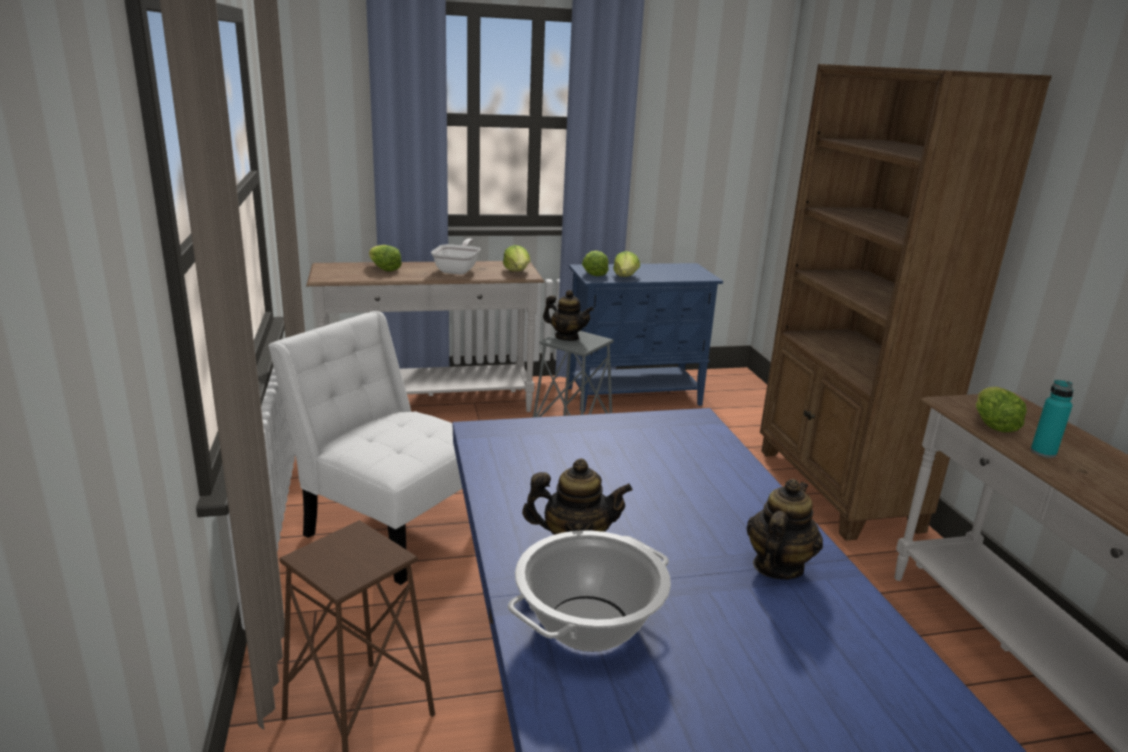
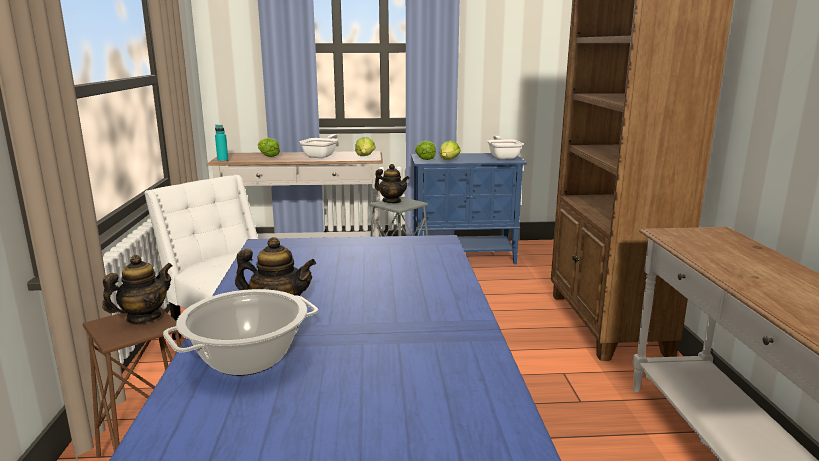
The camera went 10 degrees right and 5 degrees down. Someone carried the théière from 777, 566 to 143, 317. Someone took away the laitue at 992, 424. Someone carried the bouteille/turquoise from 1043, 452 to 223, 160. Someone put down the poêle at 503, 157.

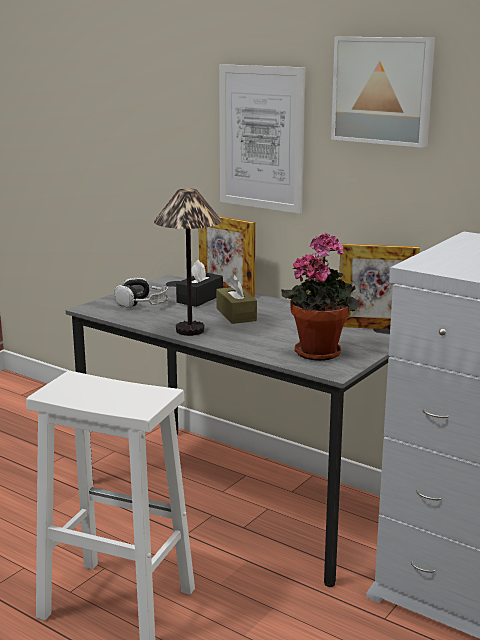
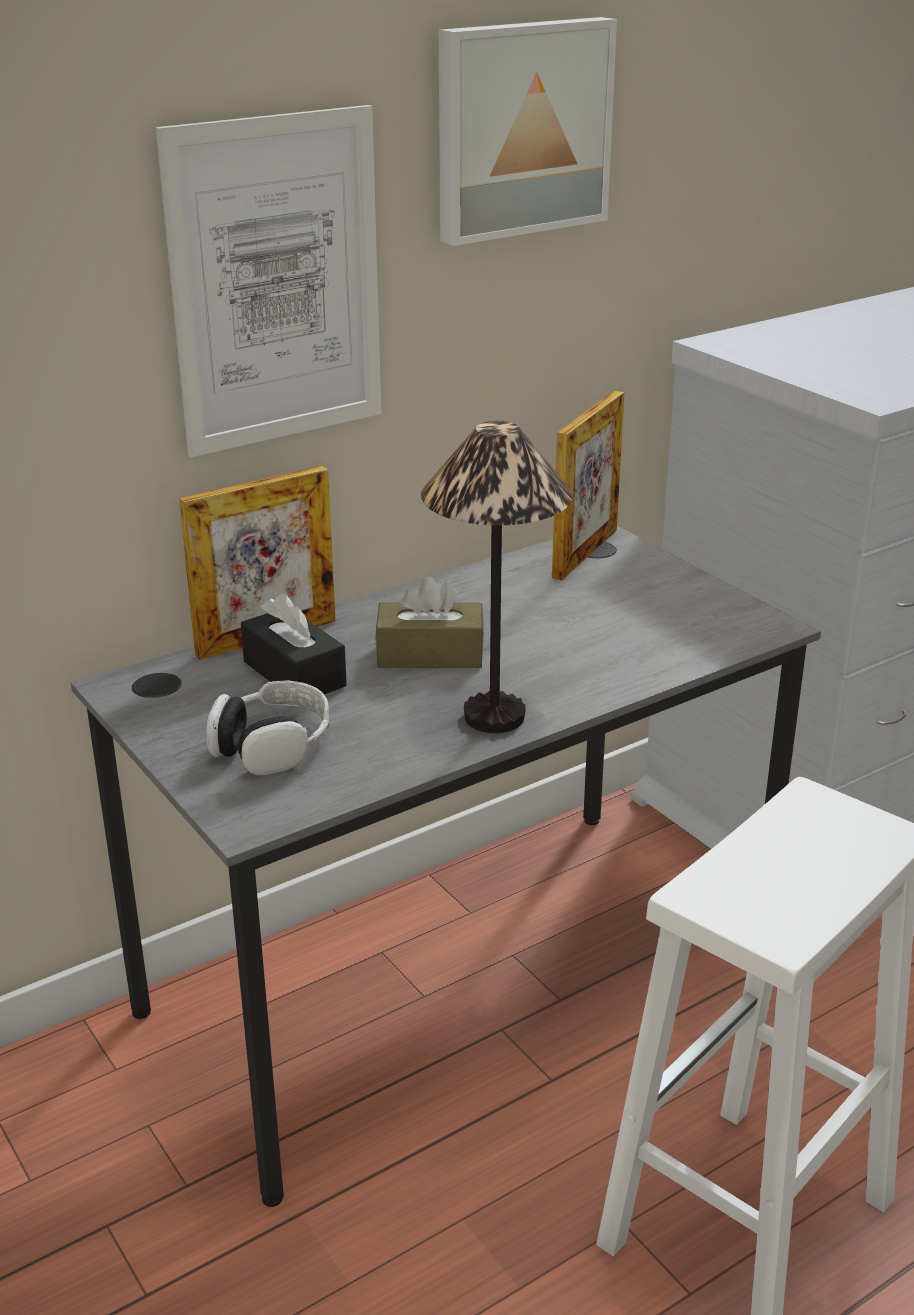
The camera went 70 degrees left and 10 degrees up. Someone took away the plante en pot at 319, 351.

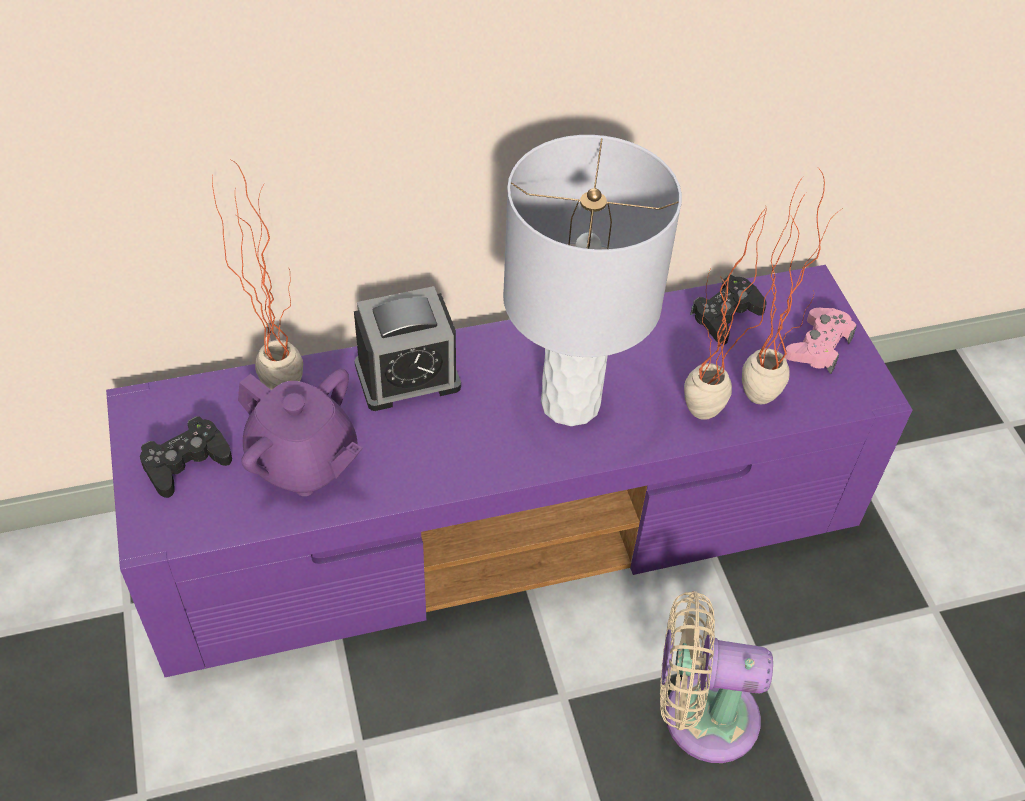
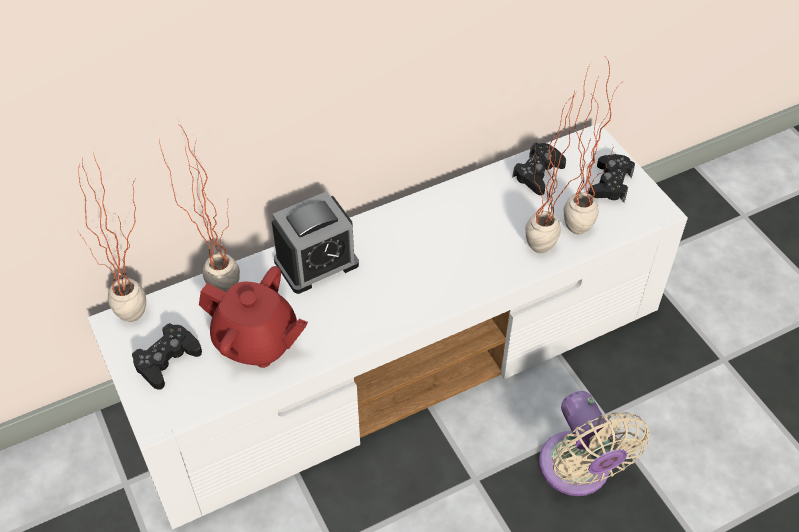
The camera went 10 degrees left and 0 degrees up. Someone repainted the meuble télé/violet at 509, 522, which became the meuble télé/blanc at 401, 359. Someone repainted the théière/violet at 304, 462, which became the théière/rouge at 257, 342. Someone took away the lampe de table/gris at 570, 404. Someone rotated the ventilateur/beige at 700, 715 by 105 degrees counterclockwise. Someone repainted the manette/rose at 818, 346, which became the manette/noir at 610, 184. Someone put down the plante en pot at 143, 318.

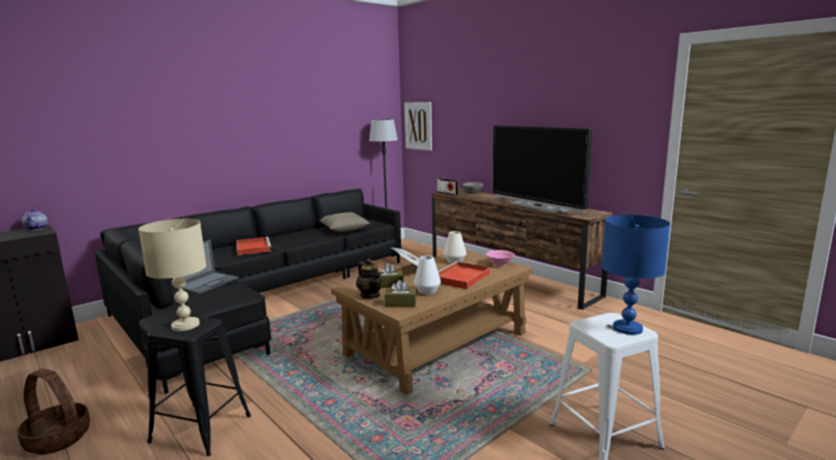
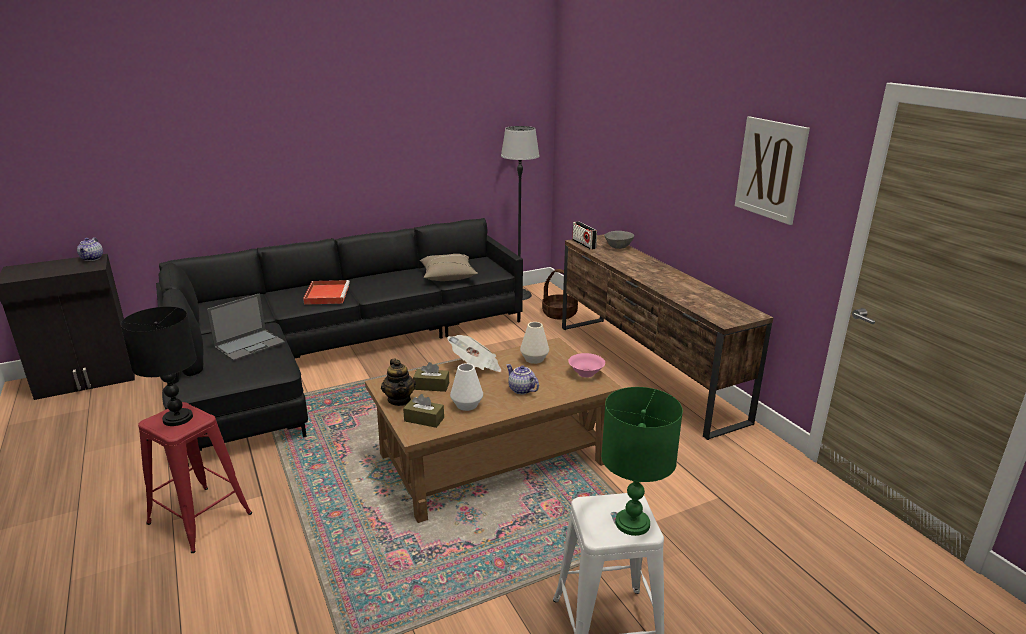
The camera went 15 degrees right and 10 degrees up. Someone carried the panier from 57, 439 to 559, 313. Someone repainted the lampe de table/beige at 185, 325, which became the lampe de table/noir at 177, 418. Someone repainted the tabouret/noir at 201, 428, which became the tabouret/rouge at 200, 518. Someone carried the tableau from 418, 126 to 770, 169. Someone swapped the plateau/rouge at 461, 278 for the théière at 521, 390. Someone took away the téléviseur at 537, 207. Someone repainted the lampe de table/bleu at 627, 328, which became the lampe de table/vert at 632, 523.

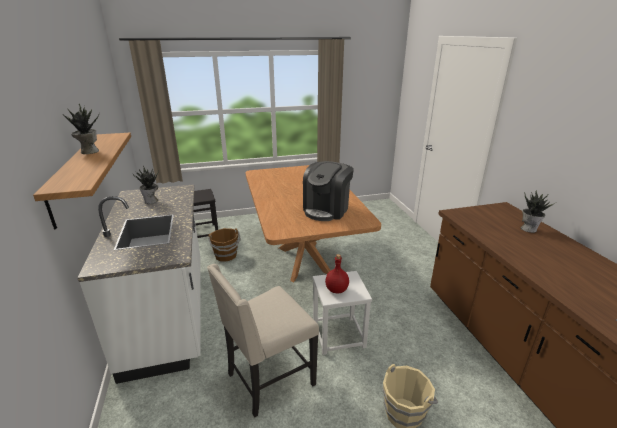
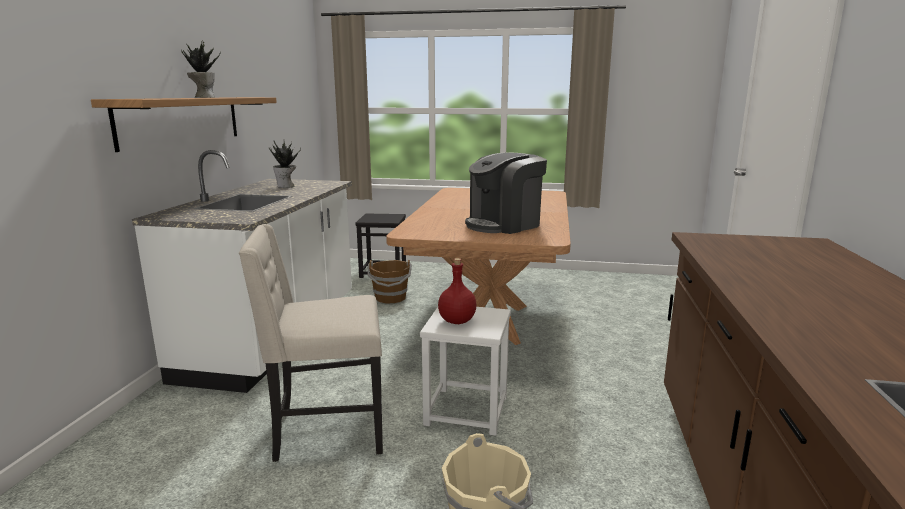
The camera went 25 degrees right and 10 degrees down. Someone took away the plante en pot at 529, 229.

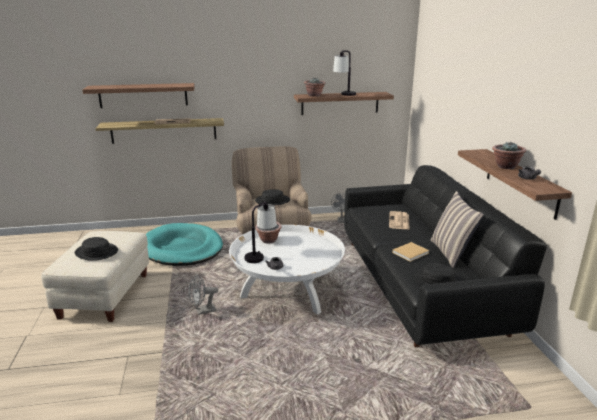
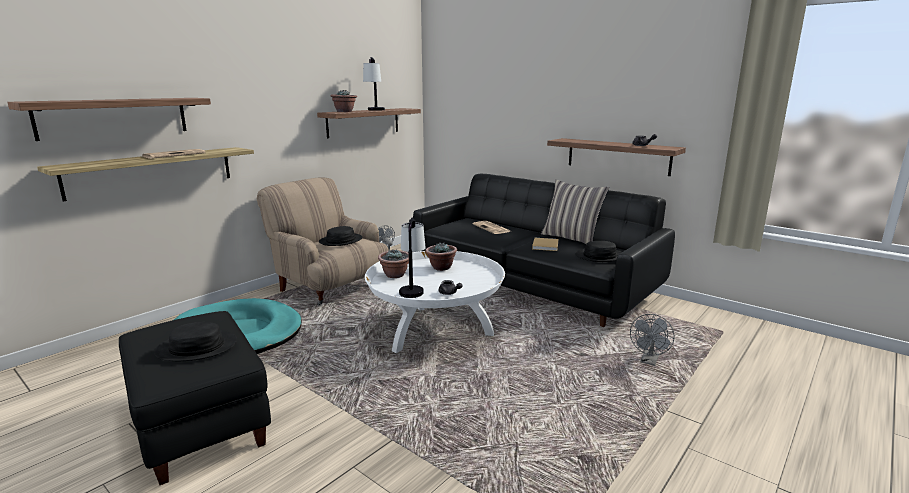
The camera went 40 degrees left and 5 degrees down. Someone repainted the pouf/beige at 104, 295, which became the pouf/noir at 198, 423. Someone carried the ventilateur/gris from 202, 311 to 649, 361. Someone carried the plante en pot from 505, 166 to 441, 267.

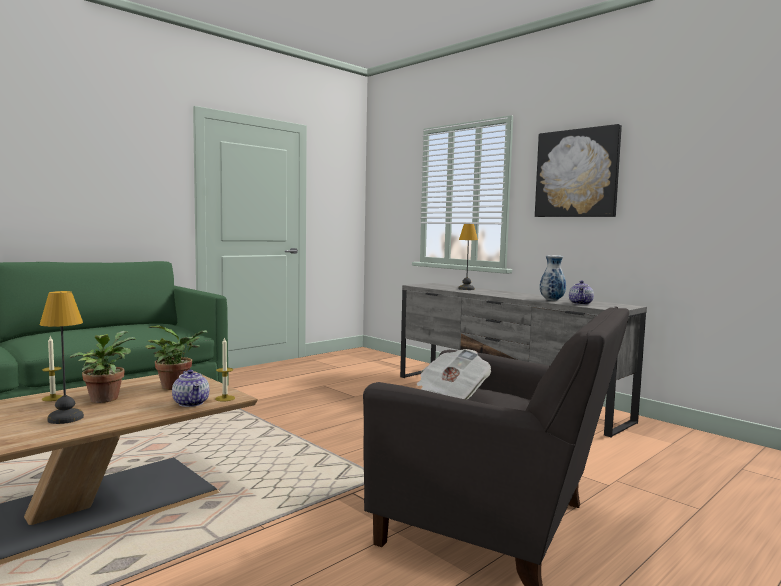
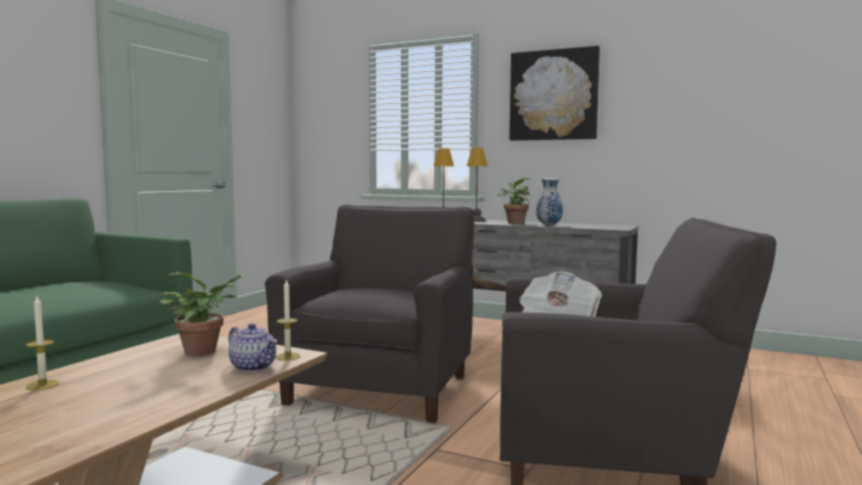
The camera went 20 degrees left and 0 degrees up. Someone carried the lampe de table from 67, 418 to 476, 220. Someone carried the plante en pot from 105, 398 to 514, 223. Someone took away the théière at 581, 303. Someone put down the fauteuil/gris at 382, 386.

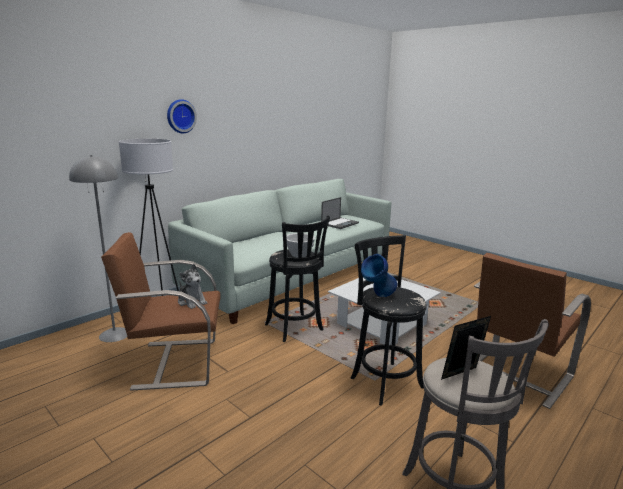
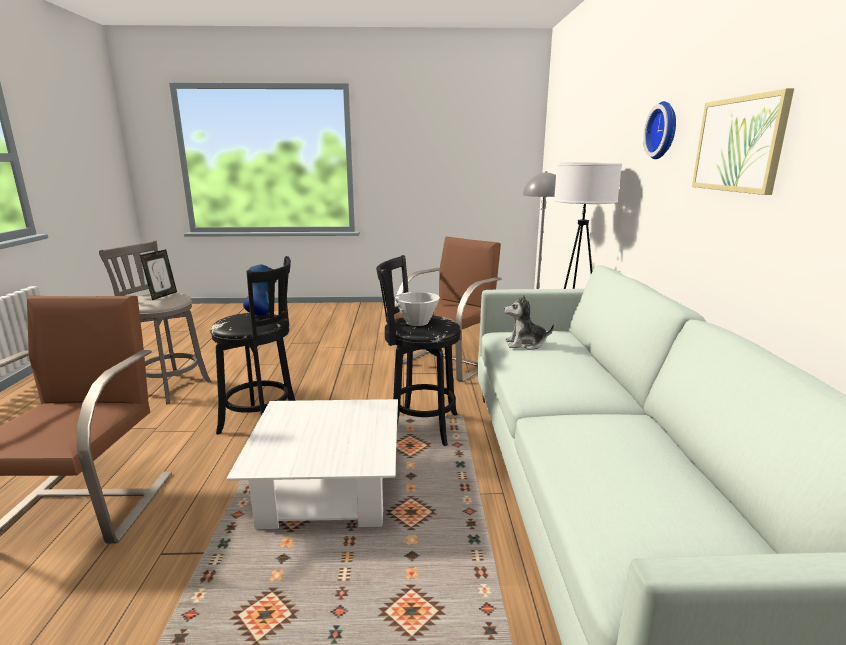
The camera went 135 degrees right and 0 degrees up. Someone carried the peluche from 191, 302 to 525, 344. Someone took away the ordinateur portable at 340, 223. Someone put up the tableau at 739, 144.

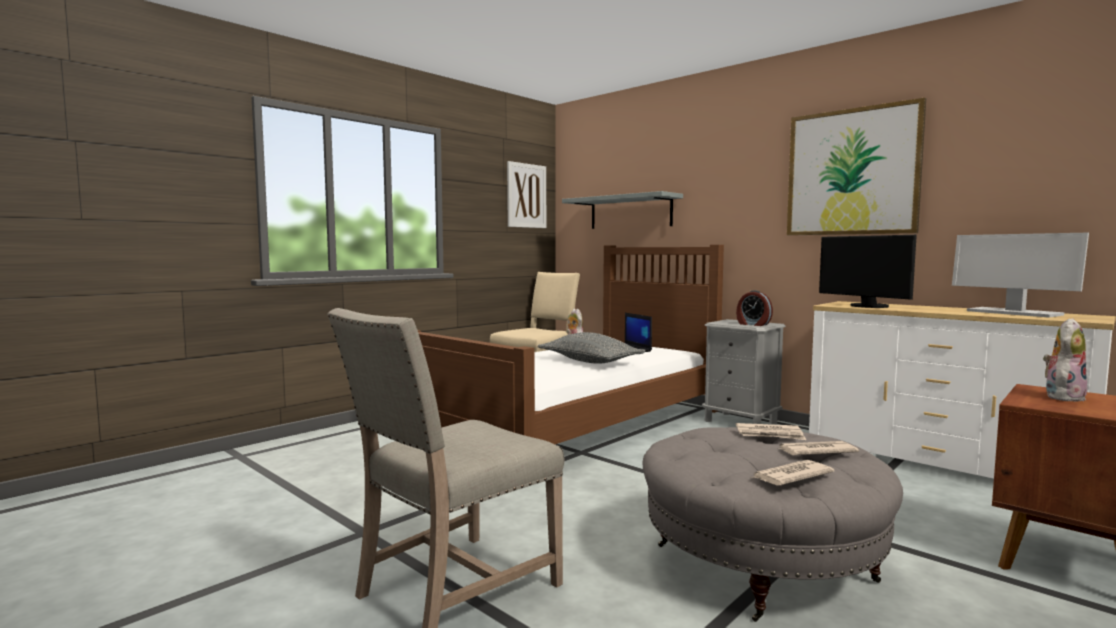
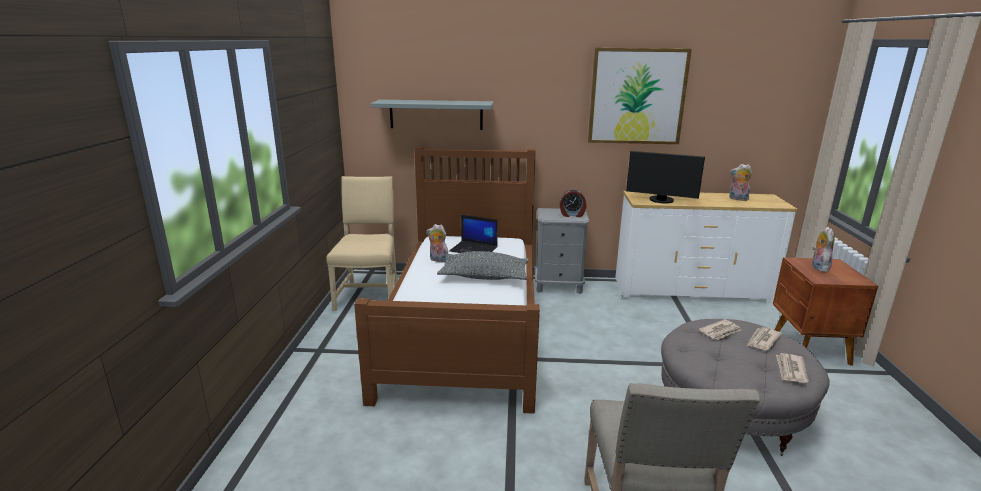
The camera went 40 degrees left and 15 degrees up. Someone took away the tableau at 526, 195. Someone swapped the écran d'ordinateur at 1012, 313 for the peluche at 737, 199.

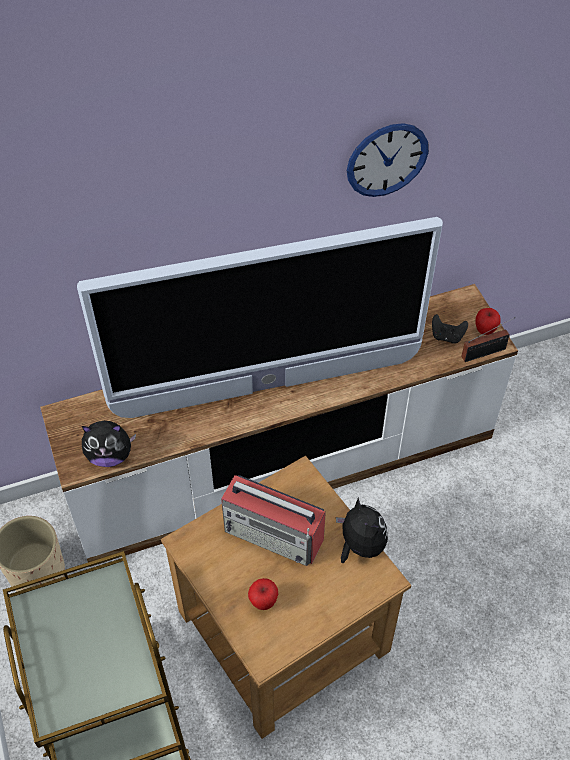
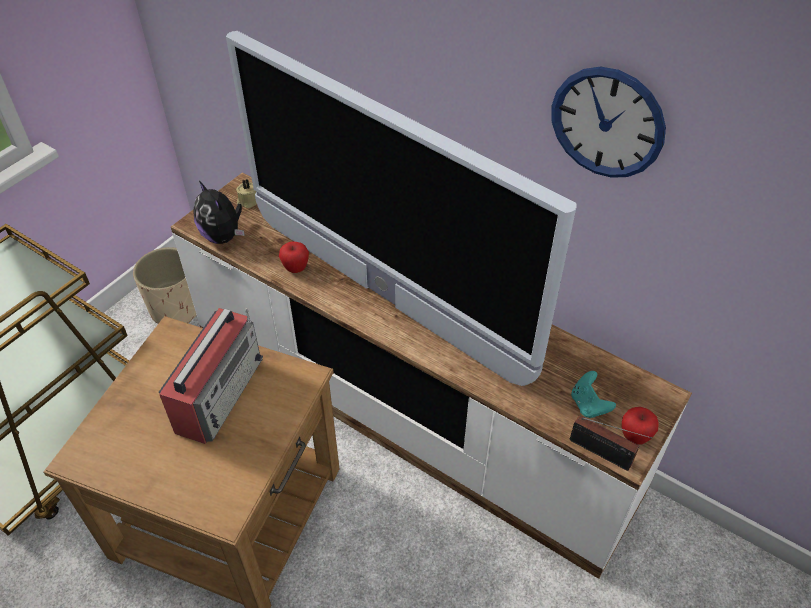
The camera went 55 degrees right and 5 degrees down. Someone rotated the radio at 274, 535 by 150 degrees counterclockwise. Someone carried the pomme from 263, 602 to 295, 268. Someone took away the peluche at 360, 546. Someone repainted the manette/noir at 447, 336, which became the manette/turquoise at 588, 405. Someone put down the bougie/beige at 248, 201.

